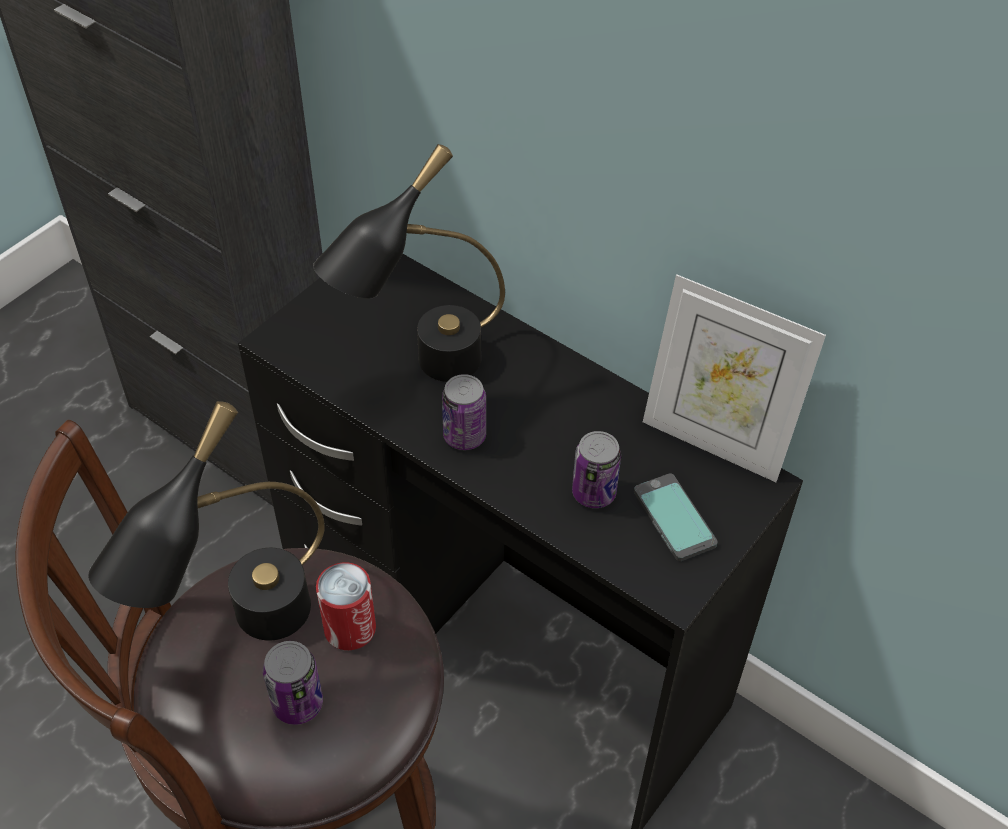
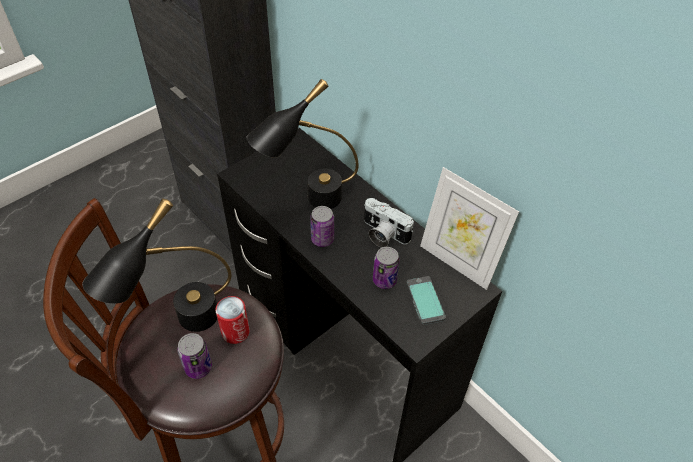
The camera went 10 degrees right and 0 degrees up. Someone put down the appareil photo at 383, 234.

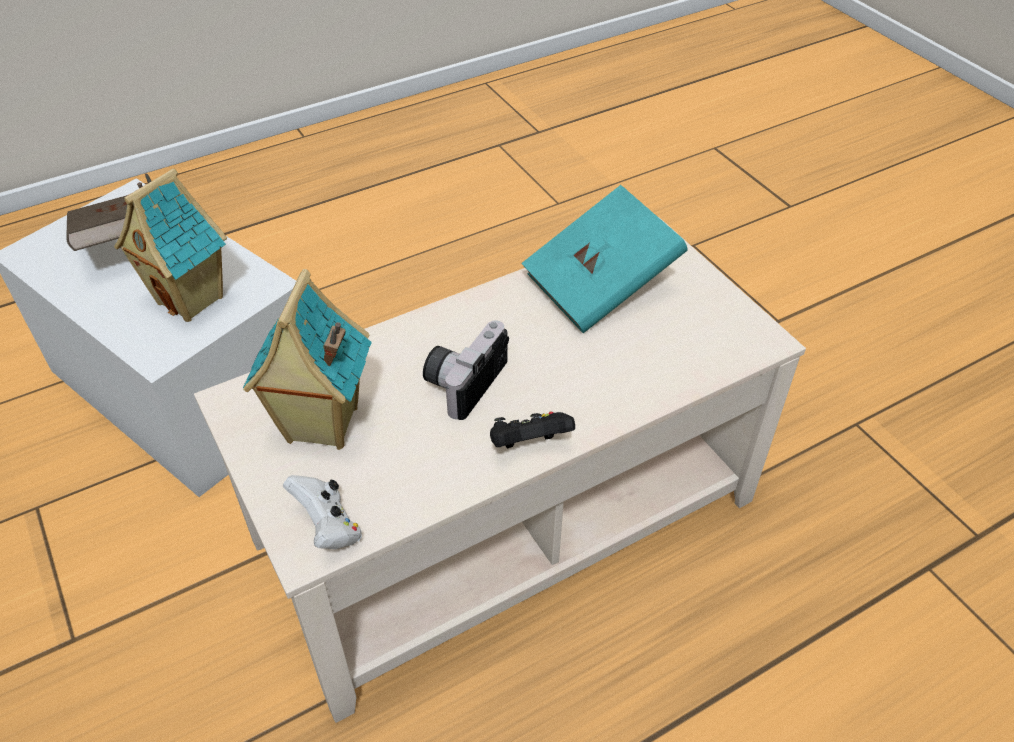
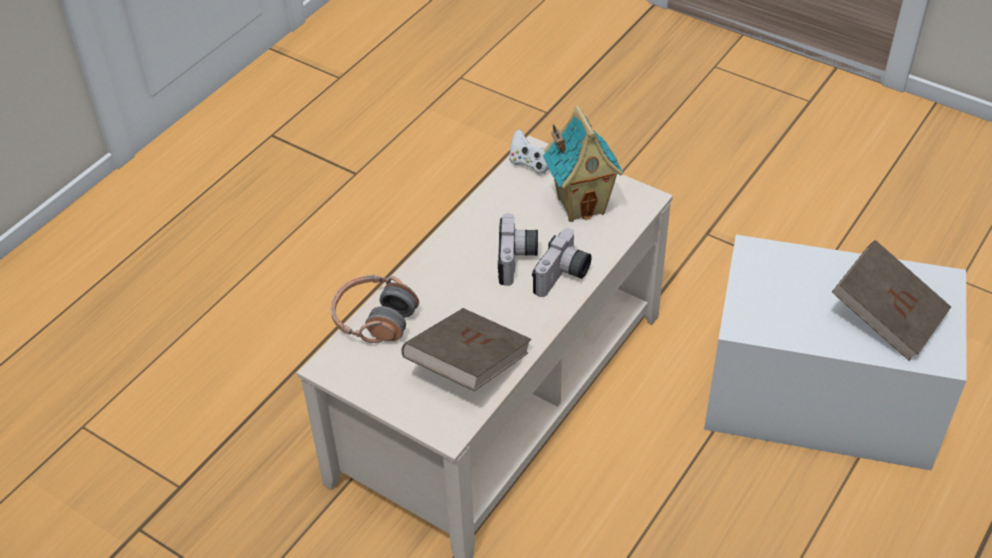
The camera went 155 degrees right and 0 degrees up. Someone took away the maison miniature at 192, 299. Someone took away the manette/noir at 528, 444. Someone repainted the livre/turquoise at 600, 285, which became the livre/marron at 468, 366. Someone put down the casque audio at 374, 319. Someone put down the appareil photo at 563, 277.

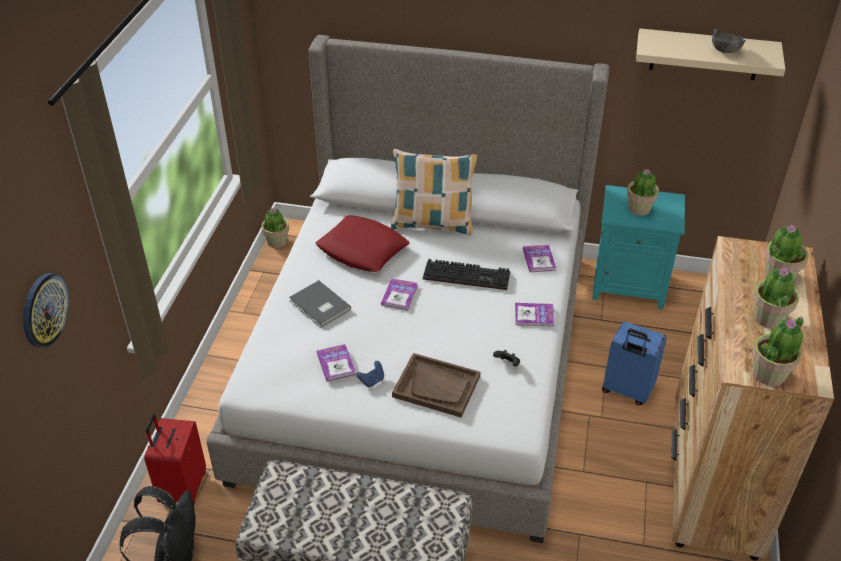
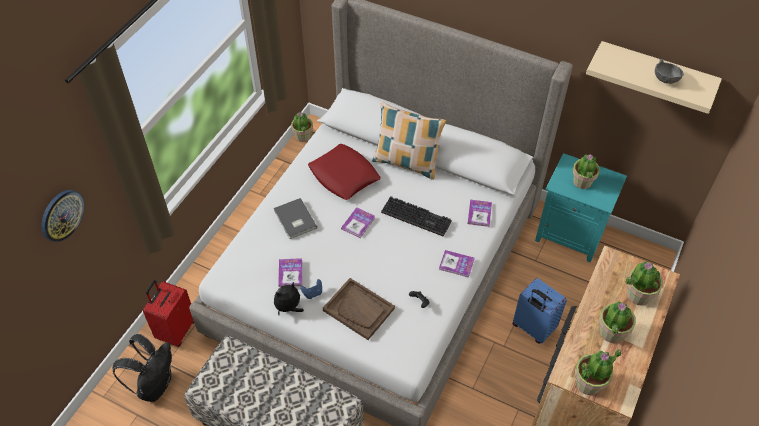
The camera went 15 degrees right and 10 degrees up. Someone put down the peluche at 289, 307.

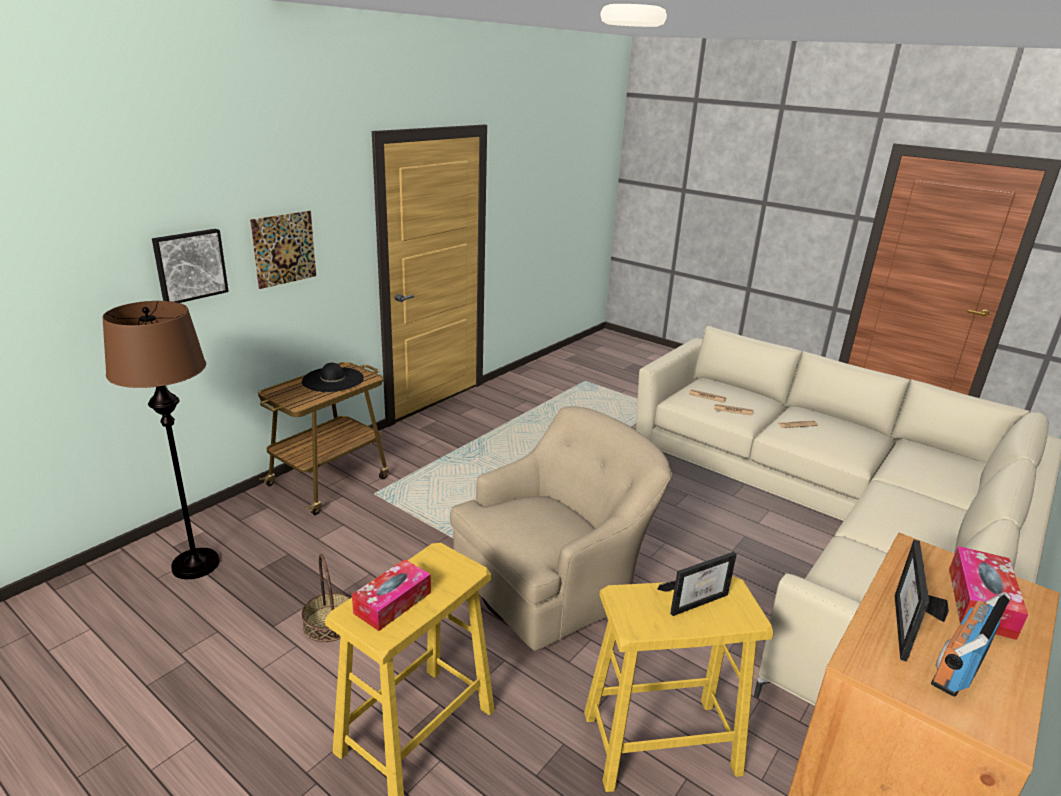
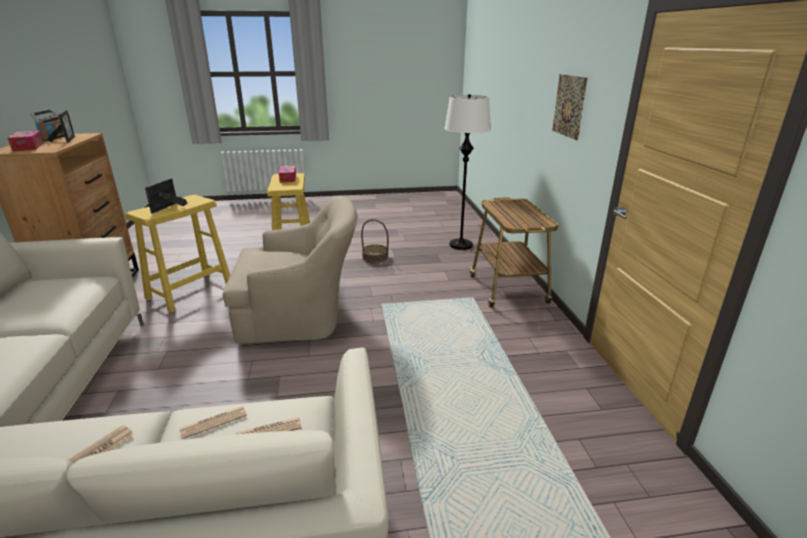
The camera went 135 degrees right and 0 degrees up. Someone repainted the lampadaire/marron at 196, 564, which became the lampadaire/blanc at 461, 245. Someone took away the tableau at 189, 265. Someone took away the chapeau/noir at 333, 379. Someone rotated the fauteuil/beige at 554, 581 by 105 degrees counterclockwise.

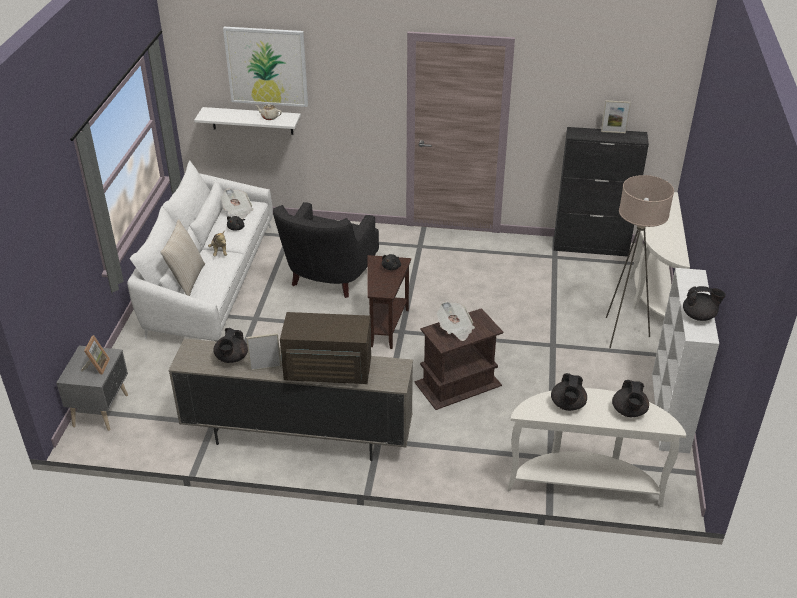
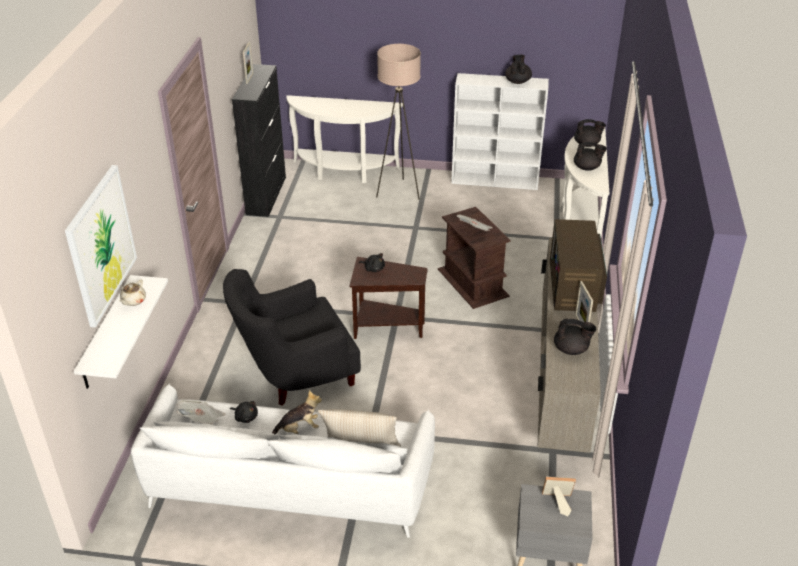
The camera went 90 degrees left and 0 degrees up. Someone rotated the fauteuil/noir at 328, 277 by 135 degrees clockwise.

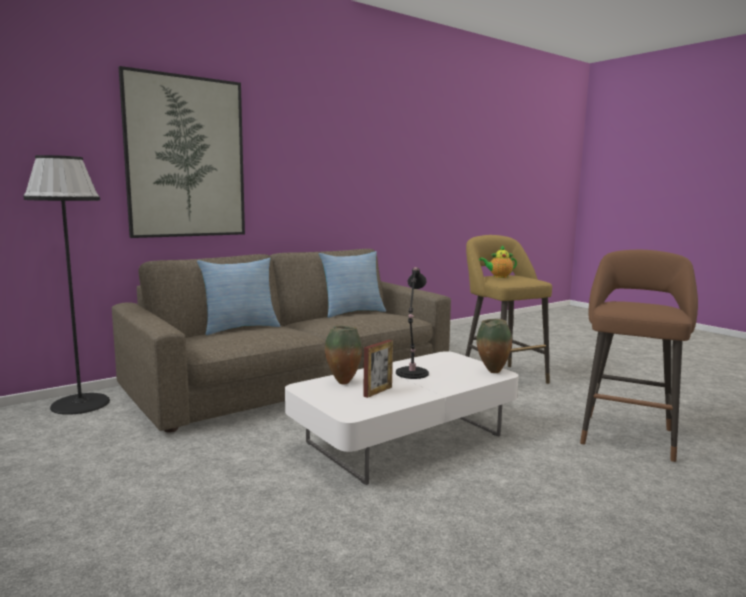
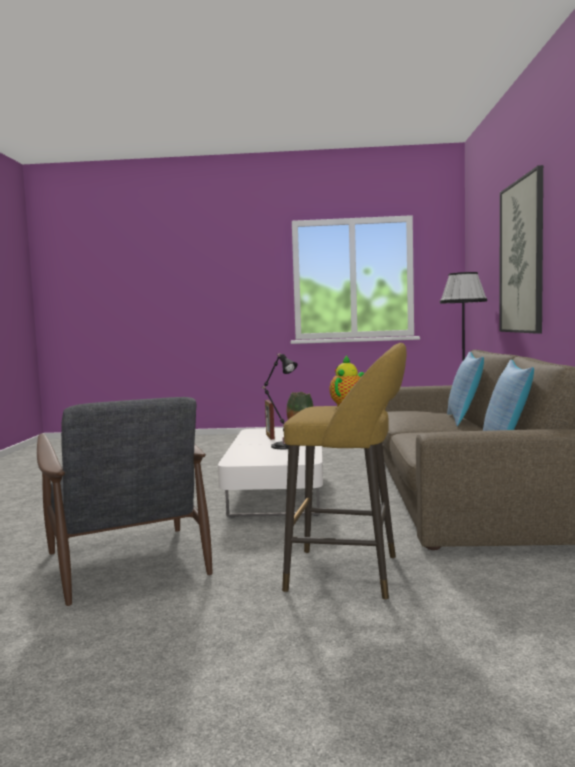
The camera went 130 degrees right and 5 degrees down. Someone took away the vase at 492, 372. Someone swapped the tabouret/marron at 627, 434 for the fauteuil/gris at 127, 560.

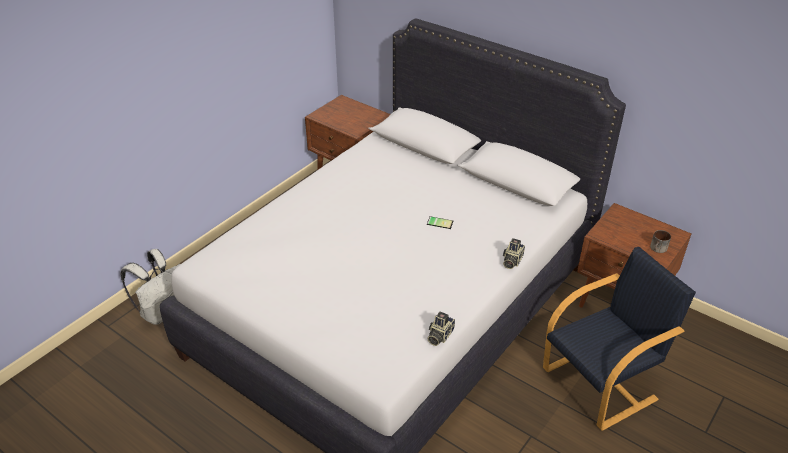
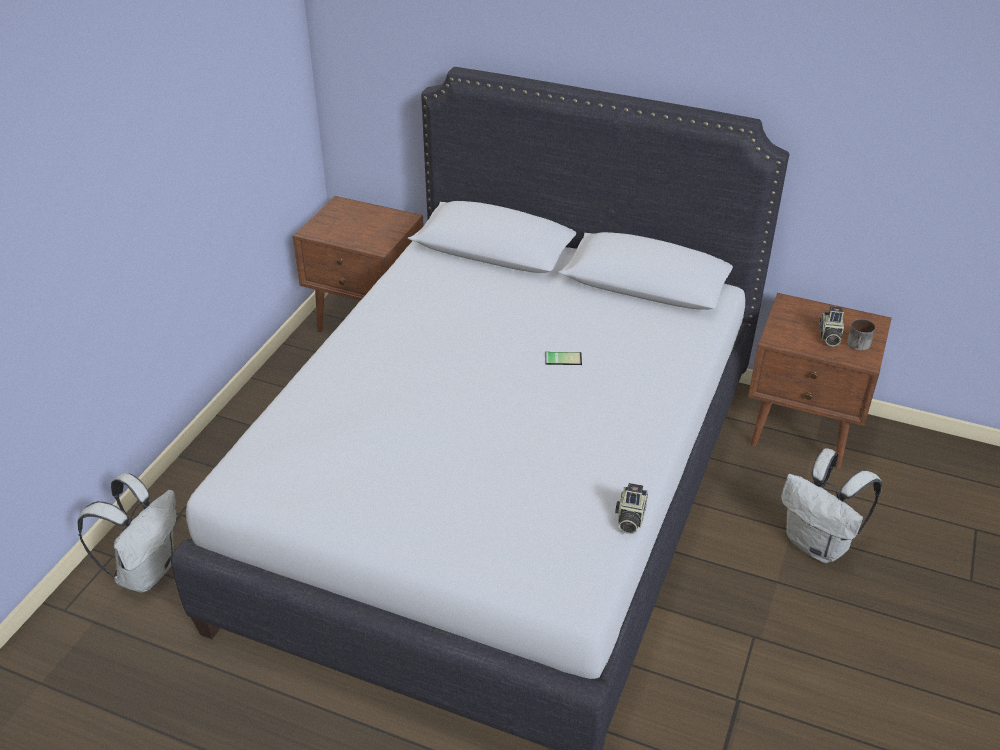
The camera went 15 degrees left and 0 degrees up. Someone carried the appareil photo from 511, 261 to 829, 336. Someone swapped the fauteuil/noir at 601, 383 for the sac à dos/blanc at 818, 545.

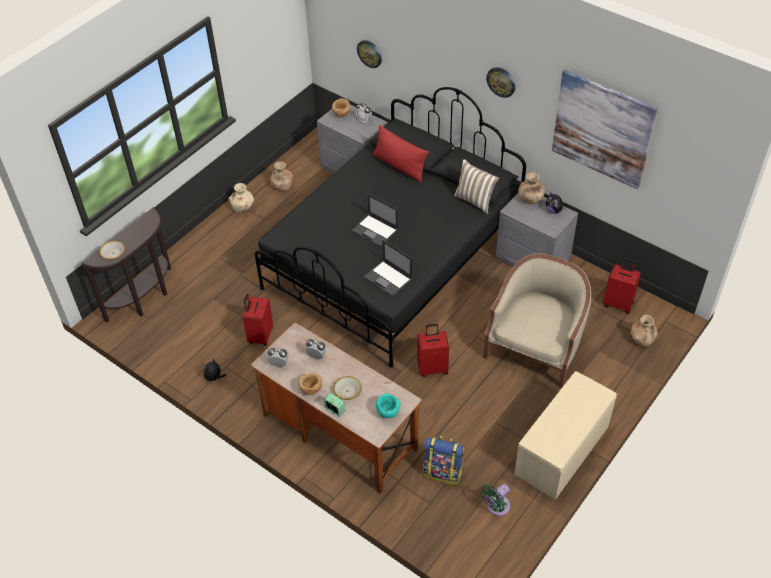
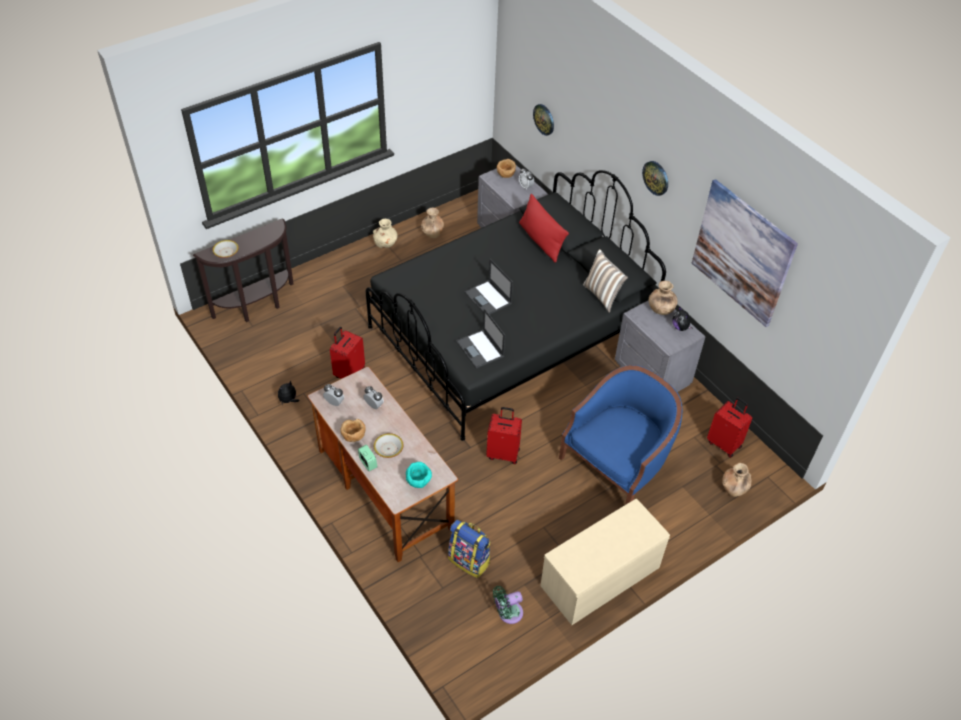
The camera went 15 degrees right and 0 degrees up. Someone repainted the fauteuil/beige at 535, 348, which became the fauteuil/bleu at 617, 464.

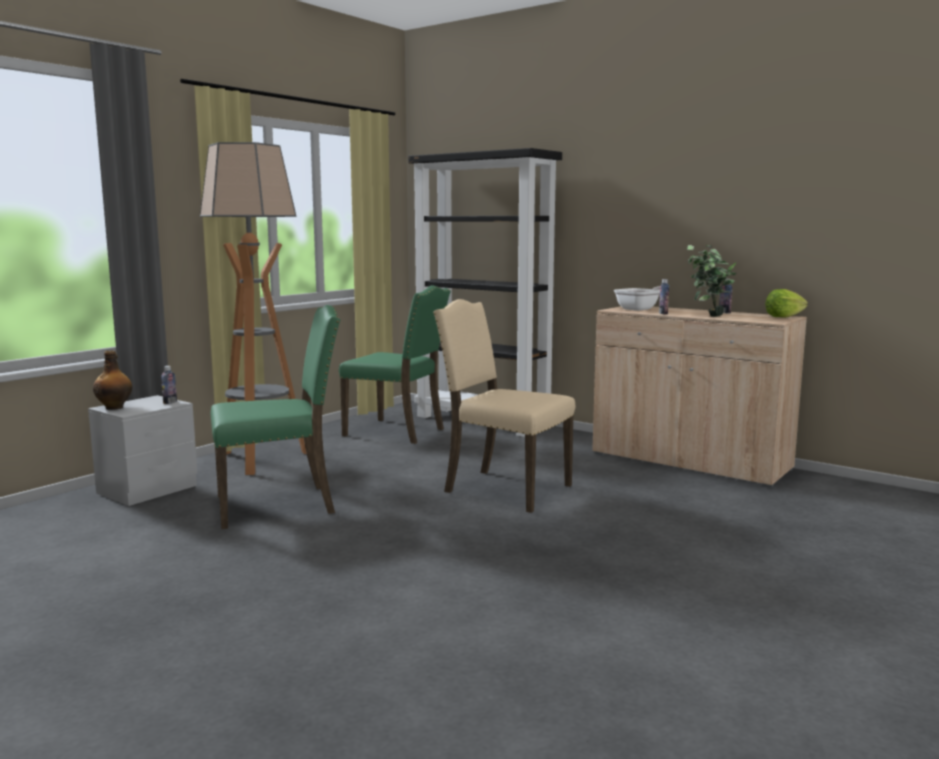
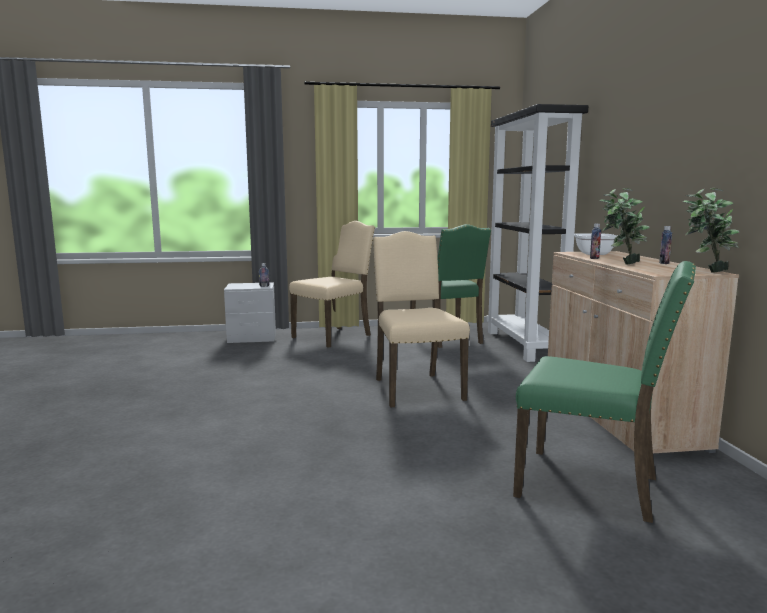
The camera went 45 degrees right and 0 degrees up. Someone took away the bouteille at 115, 407. Someone swapped the lampadaire at 261, 460 for the chaise/beige at 334, 336. Someone carried the chaise/vert from 278, 505 to 591, 485. Someone swapped the laitue at 783, 316 for the plante en pot at 705, 271.

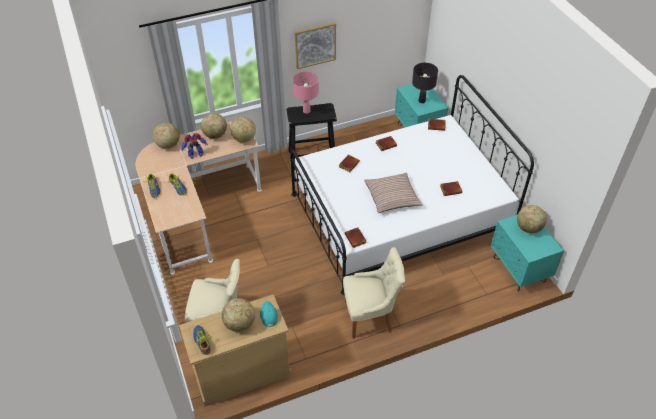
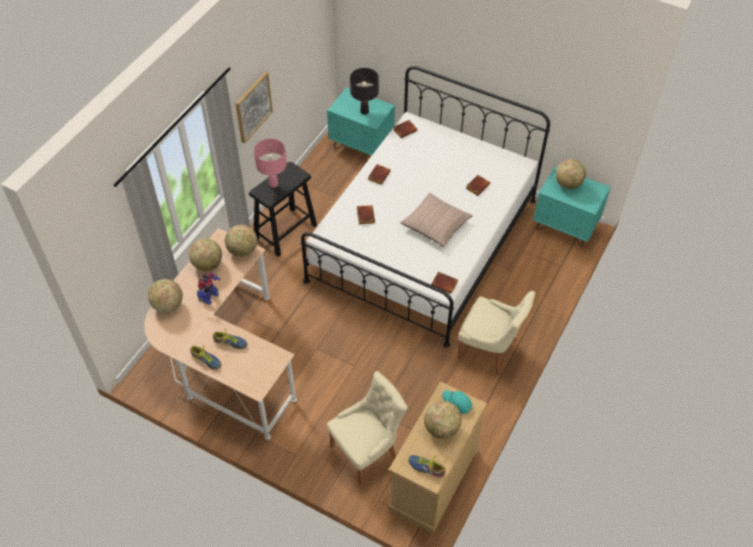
The camera went 40 degrees left and 5 degrees up. Someone rotated the chaise/beige at 370, 316 by 75 degrees clockwise.

